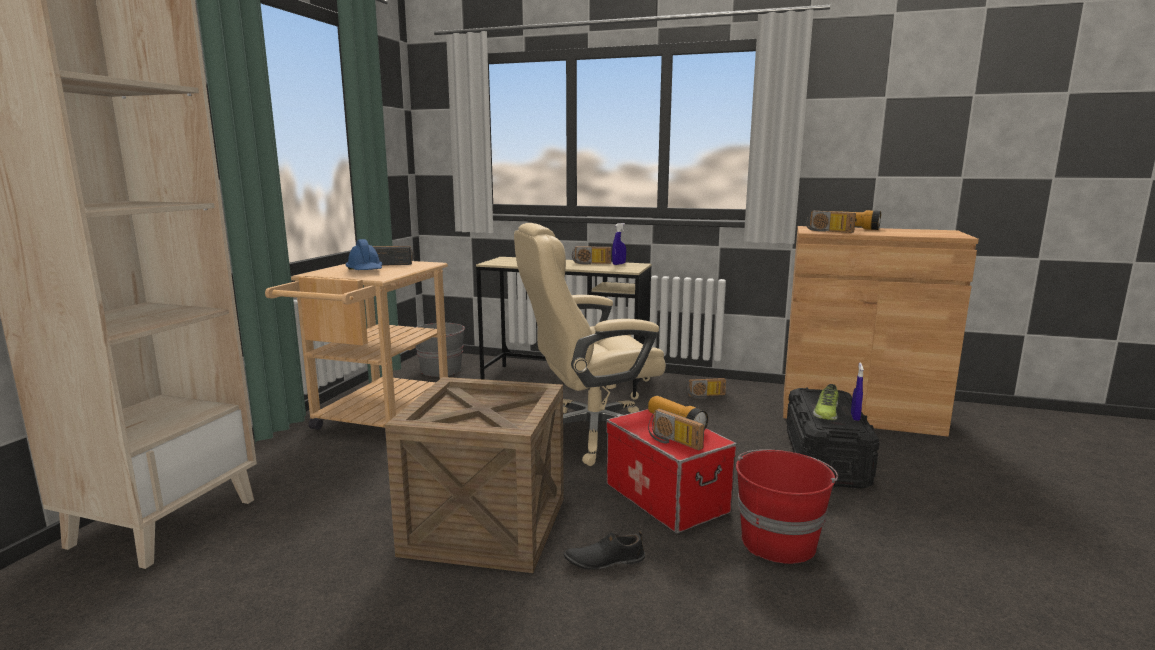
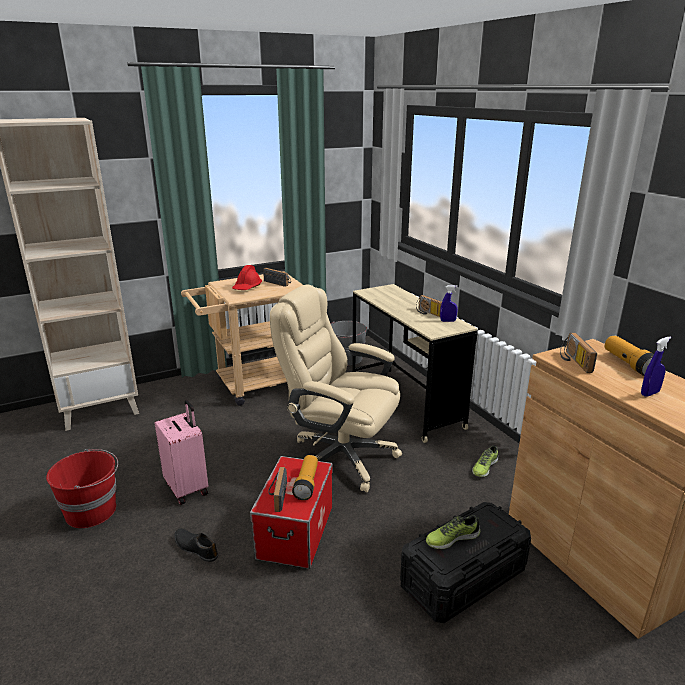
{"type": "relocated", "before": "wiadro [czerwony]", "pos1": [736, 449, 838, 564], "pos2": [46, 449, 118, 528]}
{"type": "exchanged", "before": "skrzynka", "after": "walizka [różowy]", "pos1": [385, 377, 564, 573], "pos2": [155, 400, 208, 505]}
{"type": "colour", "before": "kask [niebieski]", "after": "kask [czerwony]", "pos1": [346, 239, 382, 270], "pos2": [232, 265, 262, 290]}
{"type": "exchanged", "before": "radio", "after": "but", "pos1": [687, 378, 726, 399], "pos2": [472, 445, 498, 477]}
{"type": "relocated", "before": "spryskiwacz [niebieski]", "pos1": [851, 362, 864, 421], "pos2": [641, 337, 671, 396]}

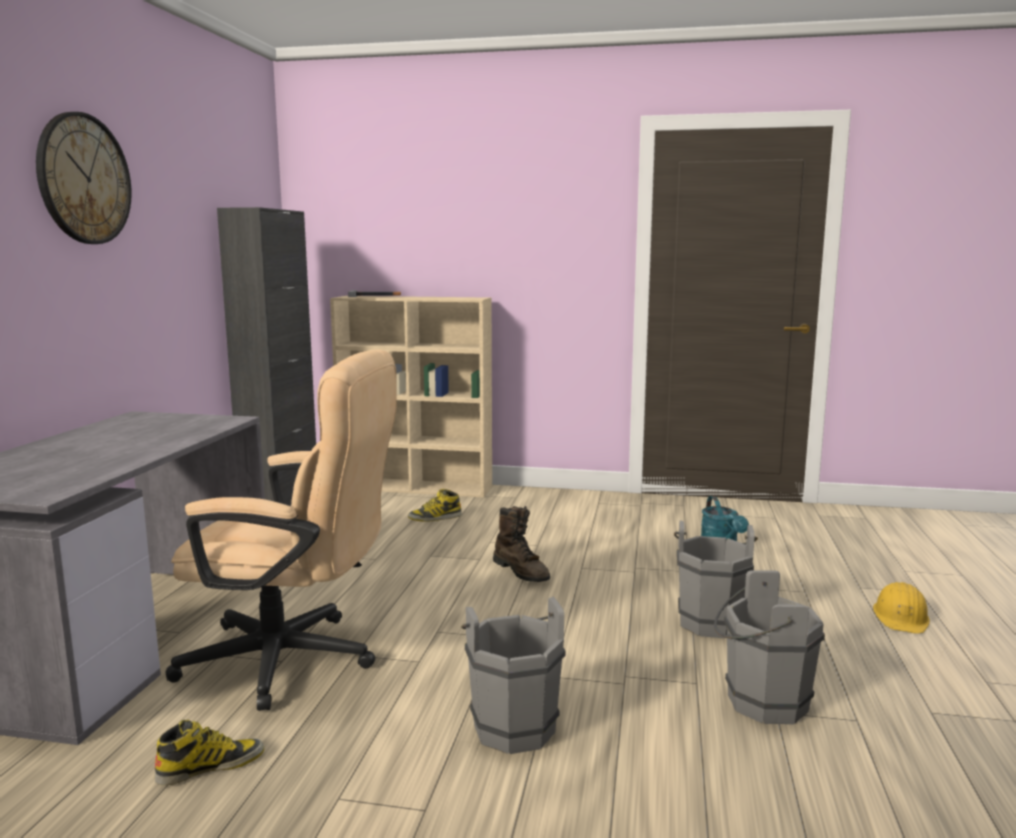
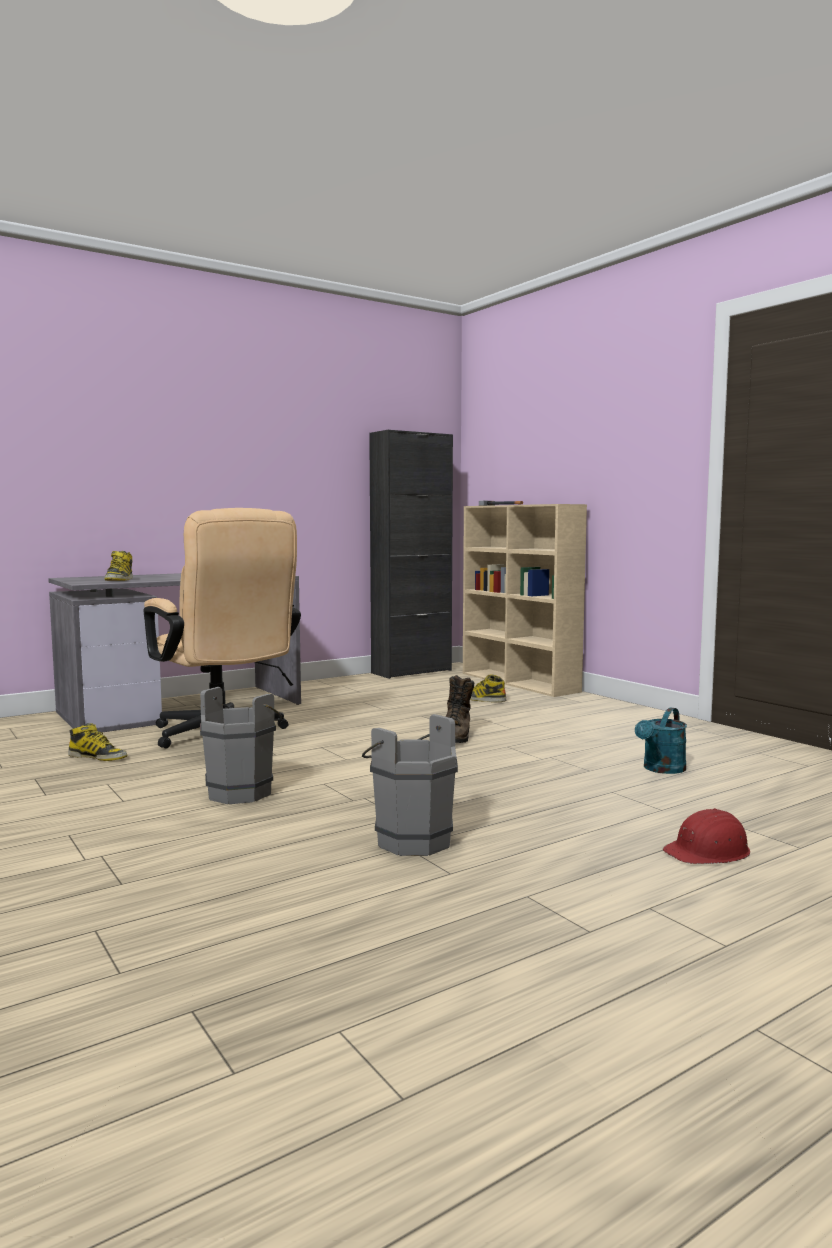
{"type": "appeared", "after": "but z cholewką", "pos2": [105, 551, 133, 581]}
{"type": "colour", "before": "kask [żółty]", "after": "kask [czerwony]", "pos1": [873, 582, 930, 634], "pos2": [663, 808, 750, 864]}
{"type": "missing", "before": "zegar ścienny", "pos1": [36, 112, 132, 244]}
{"type": "missing", "before": "wiadro [szary]", "pos1": [674, 521, 758, 638]}

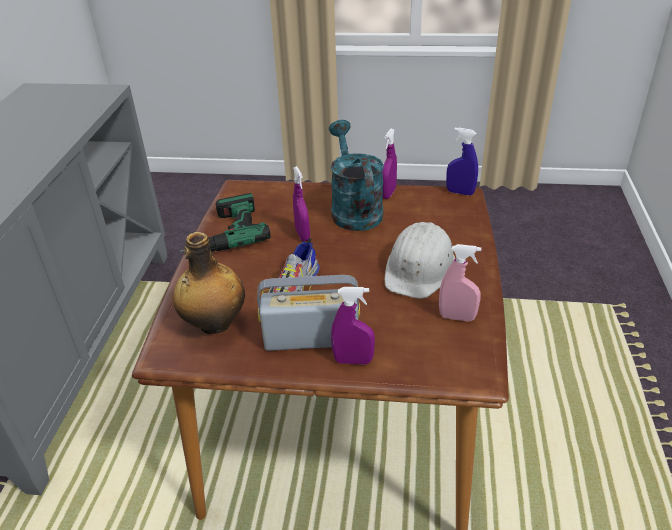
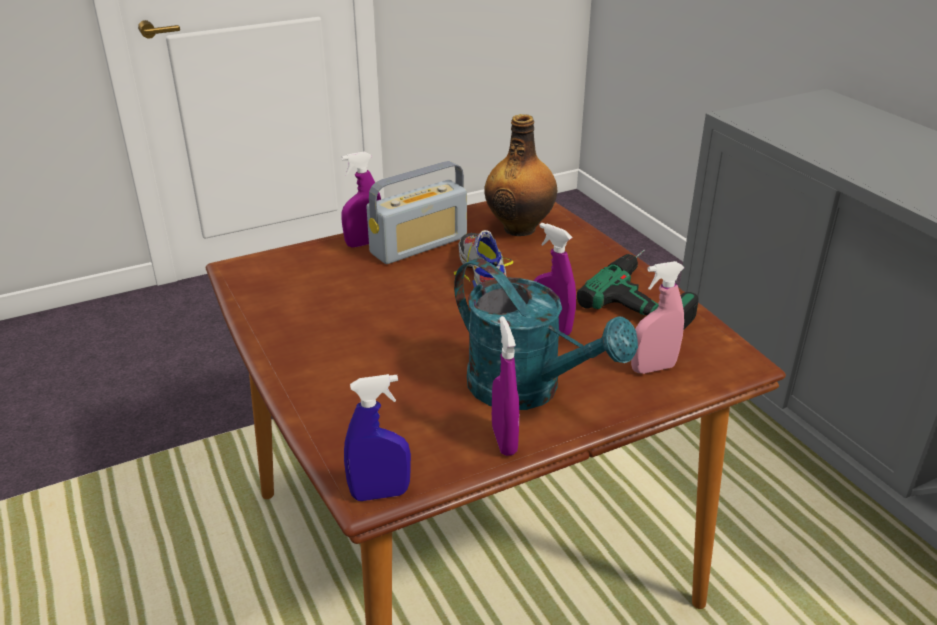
{"type": "relocated", "before": "spryskiwacz [różowy]", "pos1": [439, 244, 482, 322], "pos2": [631, 261, 685, 374]}
{"type": "missing", "before": "kask [biały]", "pos1": [385, 222, 455, 299]}

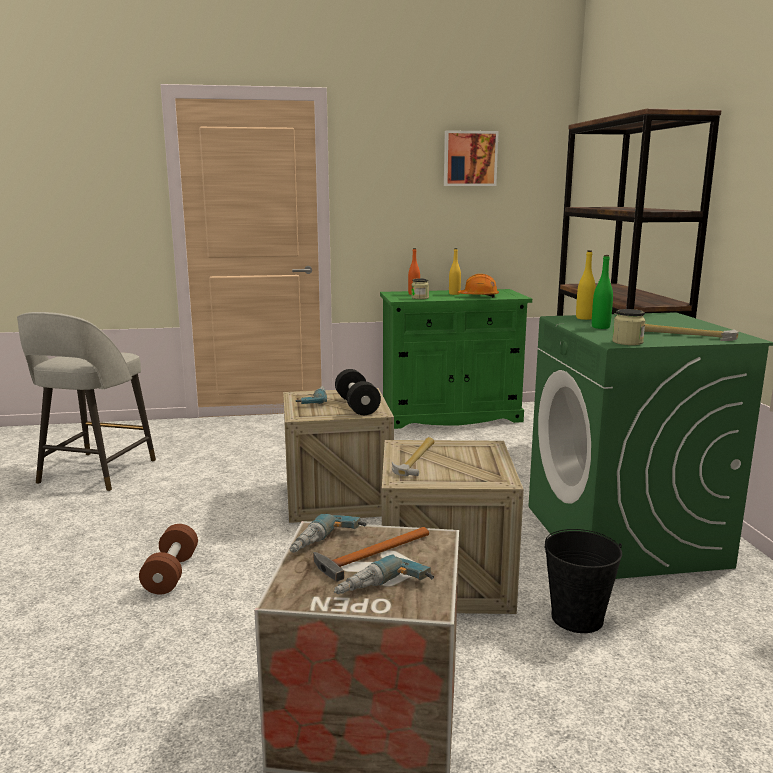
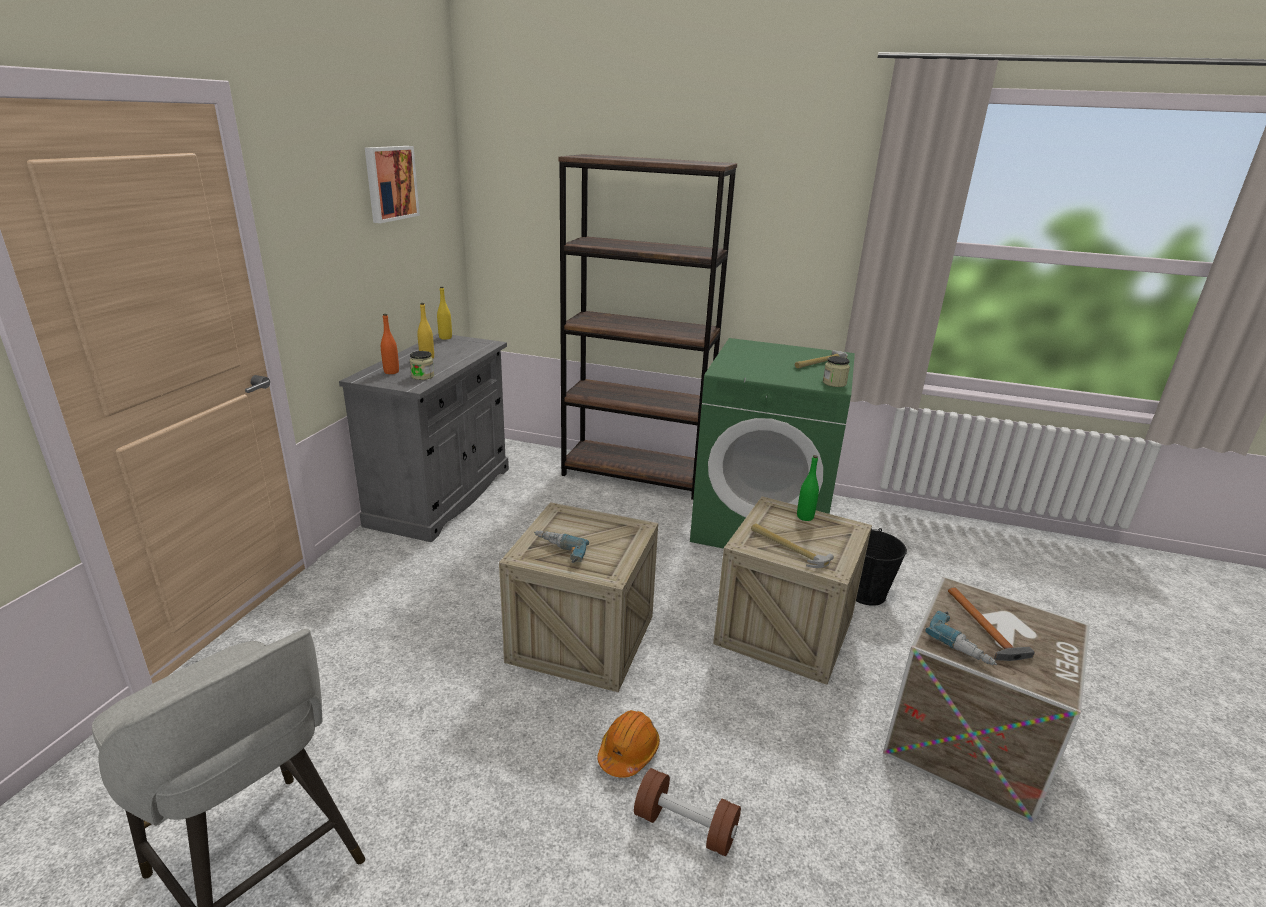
{"type": "colour", "before": "szafka [zielony]", "after": "szafka [szary]", "pos1": [380, 289, 532, 429], "pos2": [339, 333, 509, 542]}
{"type": "relocated", "before": "butelka [żółty]", "pos1": [576, 250, 596, 320], "pos2": [437, 287, 452, 340]}
{"type": "relocated", "before": "kask [pomarańczowy]", "pos1": [458, 274, 499, 298], "pos2": [597, 710, 660, 778]}
{"type": "relocated", "before": "butelka [zielony]", "pos1": [592, 255, 613, 329], "pos2": [797, 455, 819, 521]}
{"type": "missing", "before": "wiertarka", "pos1": [334, 555, 434, 594]}
{"type": "missing", "before": "hantel [czarny]", "pos1": [335, 369, 381, 415]}

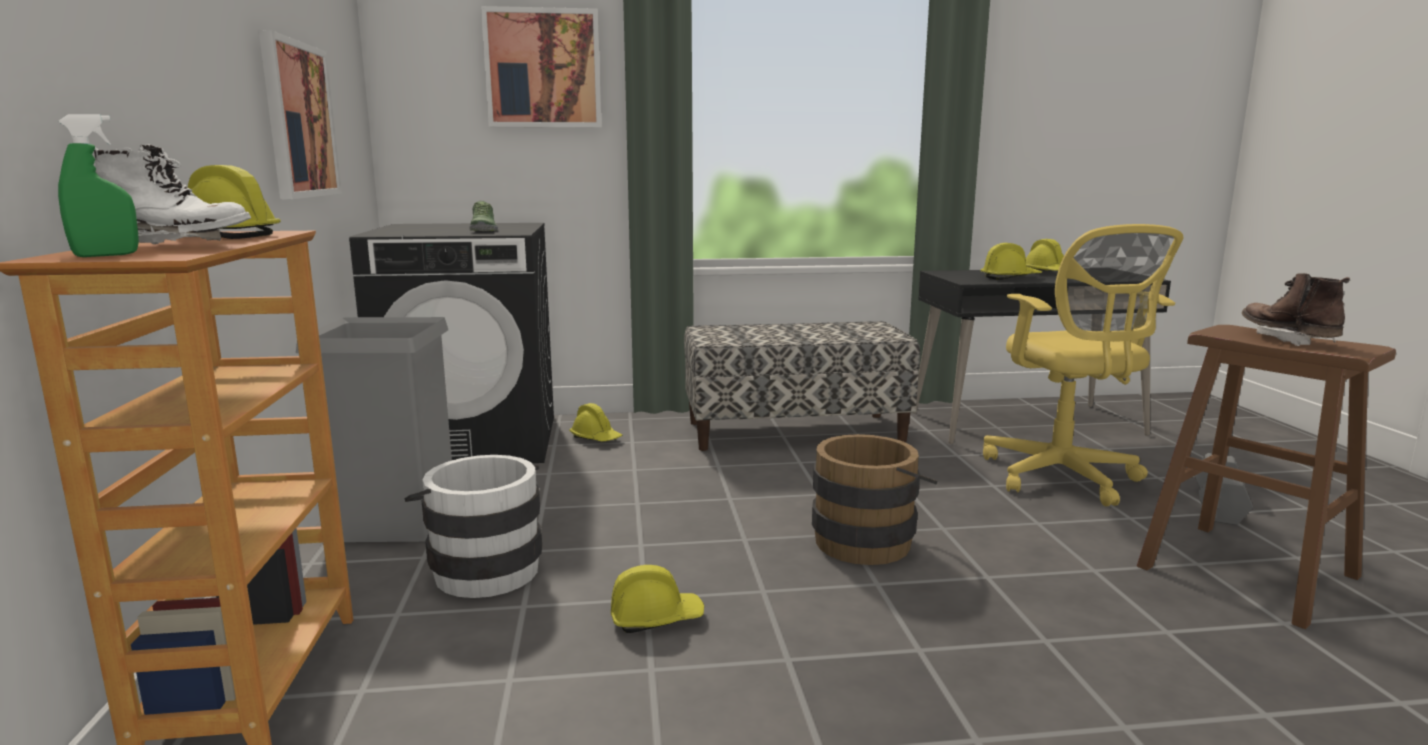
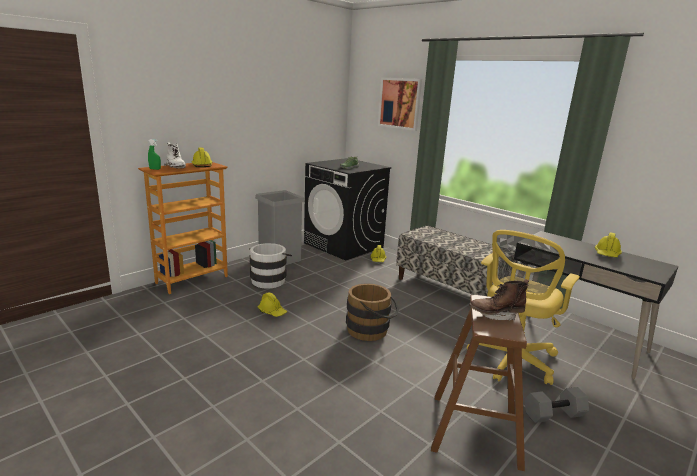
{"type": "spun", "before": "but z cholewką [brązowy]", "pos1": [1242, 273, 1350, 346], "pos2": [469, 279, 529, 320], "turn": -135}
{"type": "missing", "before": "obraz", "pos1": [259, 30, 342, 199]}
{"type": "missing", "before": "kask [żółty]", "pos1": [981, 243, 1042, 280]}

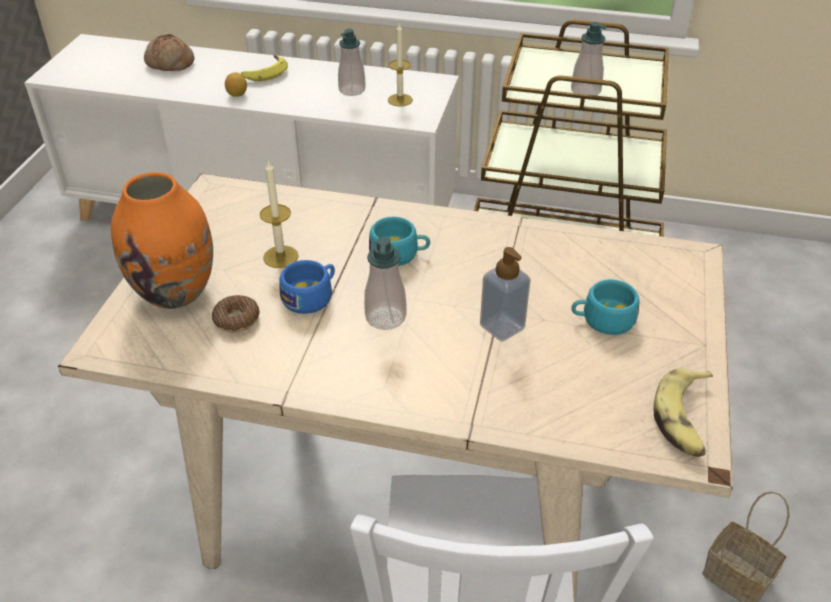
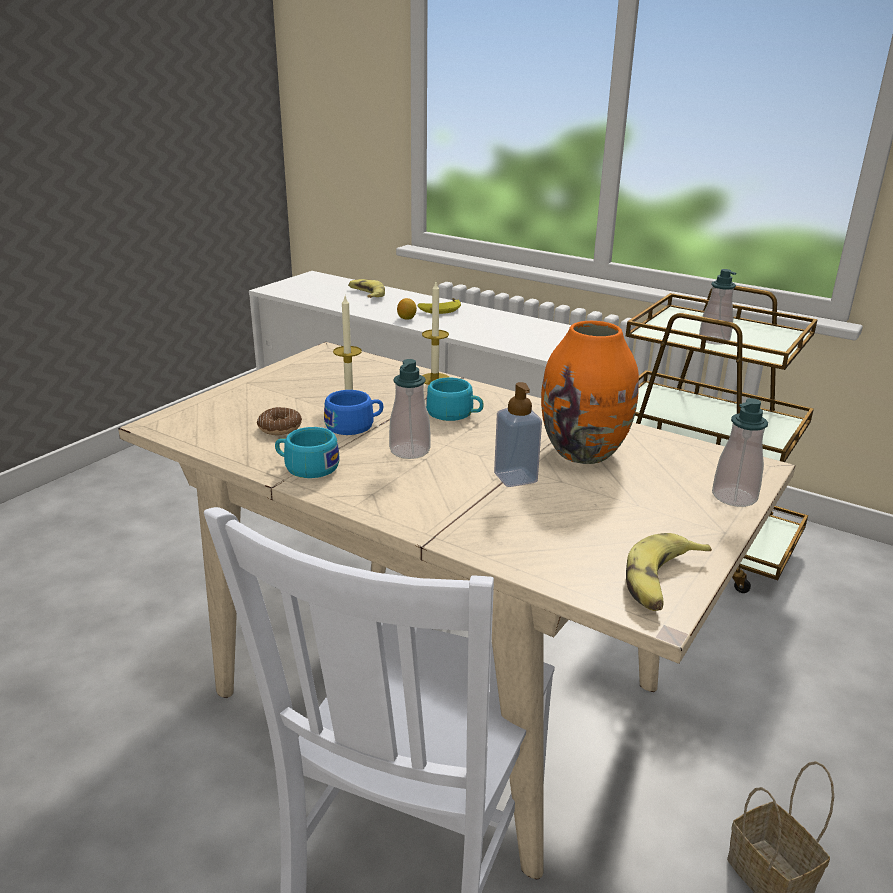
{"type": "relocated", "before": "filiżanka [turkusowy]", "pos1": [571, 279, 640, 335], "pos2": [275, 427, 340, 478]}
{"type": "exchanged", "before": "chleb", "after": "banan", "pos1": [144, 34, 194, 71], "pos2": [348, 279, 385, 298]}
{"type": "relocated", "before": "świeca", "pos1": [388, 24, 413, 107], "pos2": [422, 282, 450, 385]}
{"type": "relocated", "before": "wazon [pomarańczowy]", "pos1": [111, 172, 213, 309], "pos2": [541, 321, 639, 464]}
{"type": "relocated", "before": "dozownik mydła", "pos1": [338, 29, 366, 96], "pos2": [712, 398, 768, 507]}

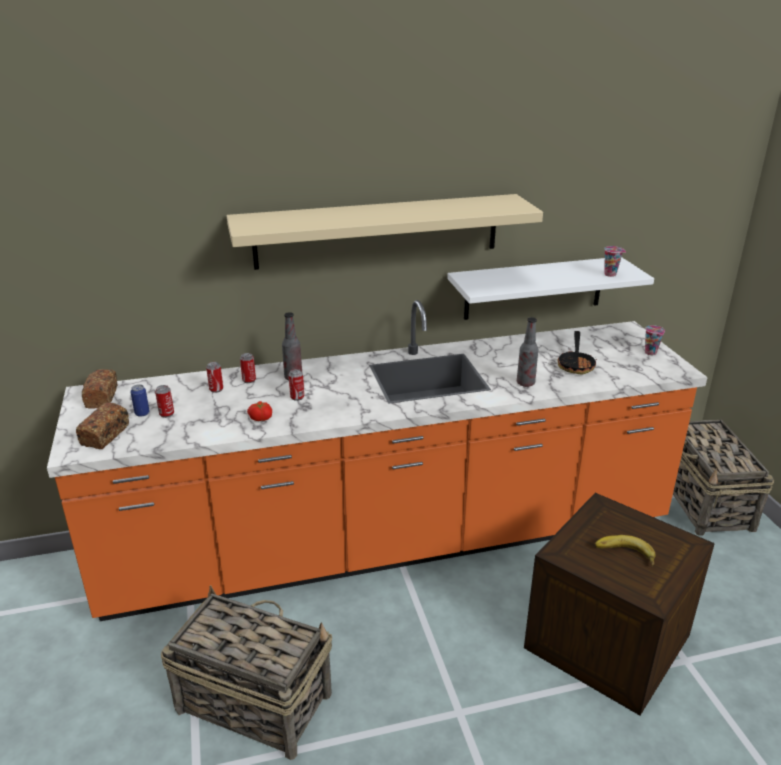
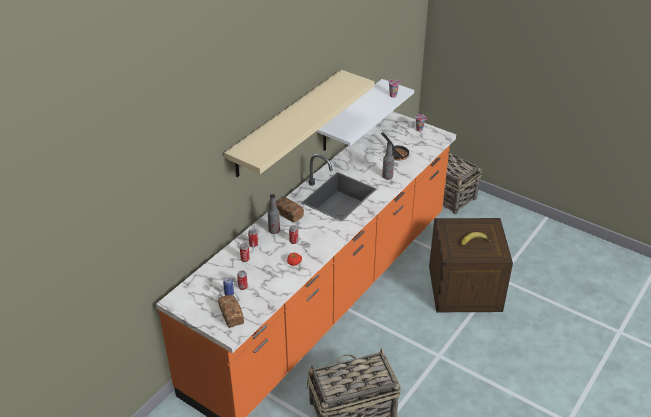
{"type": "relocated", "before": "chleb", "pos1": [82, 369, 117, 409], "pos2": [276, 197, 304, 222]}

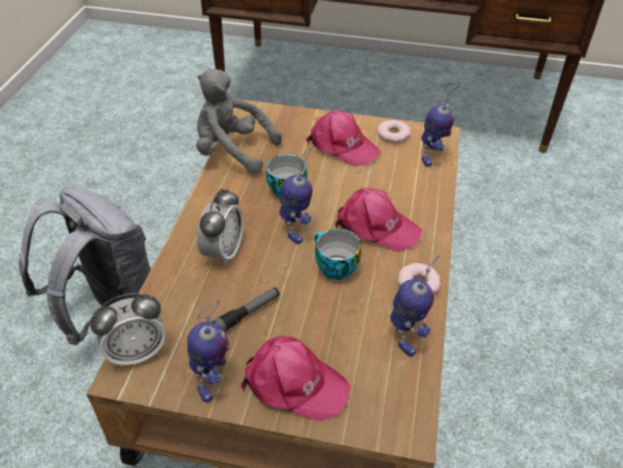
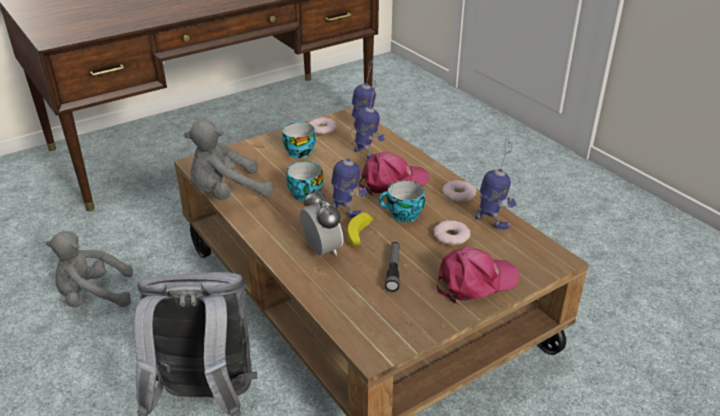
{"type": "appeared", "after": "pluszak [szary]", "pos2": [46, 231, 133, 308]}
{"type": "exchanged", "before": "czapka z daszkiem [różowy]", "after": "filiżanka", "pos1": [306, 110, 381, 166], "pos2": [282, 122, 316, 158]}
{"type": "appeared", "after": "banan", "pos2": [348, 213, 376, 247]}
{"type": "relocated", "before": "robot zabawkowy", "pos1": [187, 301, 229, 403], "pos2": [354, 80, 385, 160]}
{"type": "appeared", "after": "donut", "pos2": [434, 220, 470, 245]}
{"type": "missing", "before": "budzik", "pos1": [90, 293, 166, 367]}

